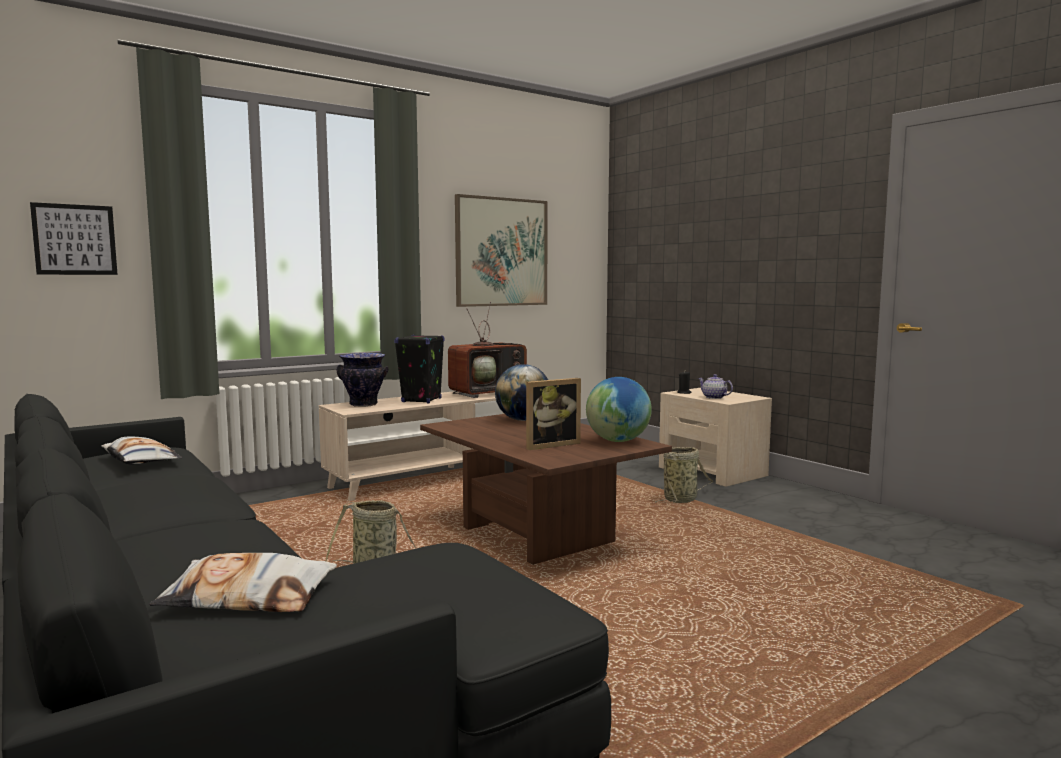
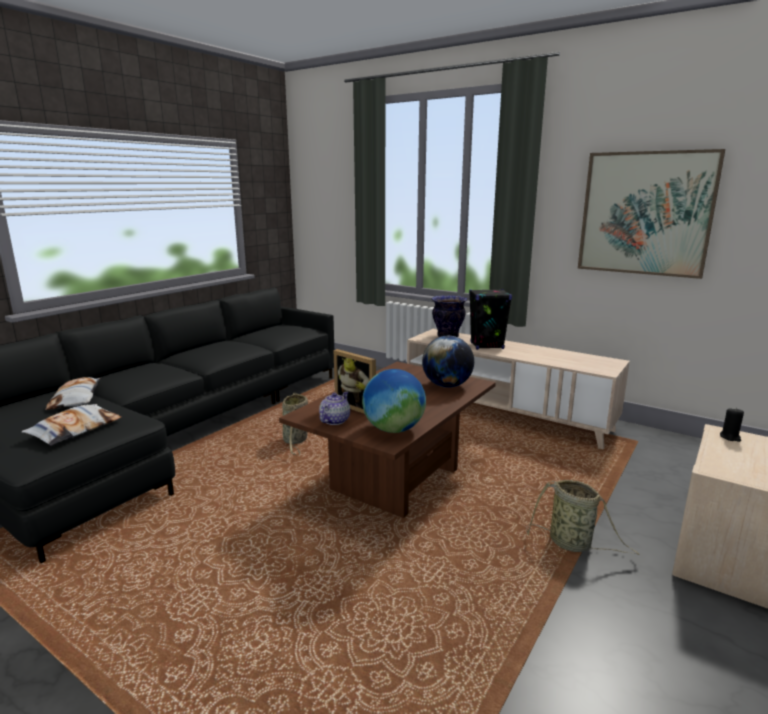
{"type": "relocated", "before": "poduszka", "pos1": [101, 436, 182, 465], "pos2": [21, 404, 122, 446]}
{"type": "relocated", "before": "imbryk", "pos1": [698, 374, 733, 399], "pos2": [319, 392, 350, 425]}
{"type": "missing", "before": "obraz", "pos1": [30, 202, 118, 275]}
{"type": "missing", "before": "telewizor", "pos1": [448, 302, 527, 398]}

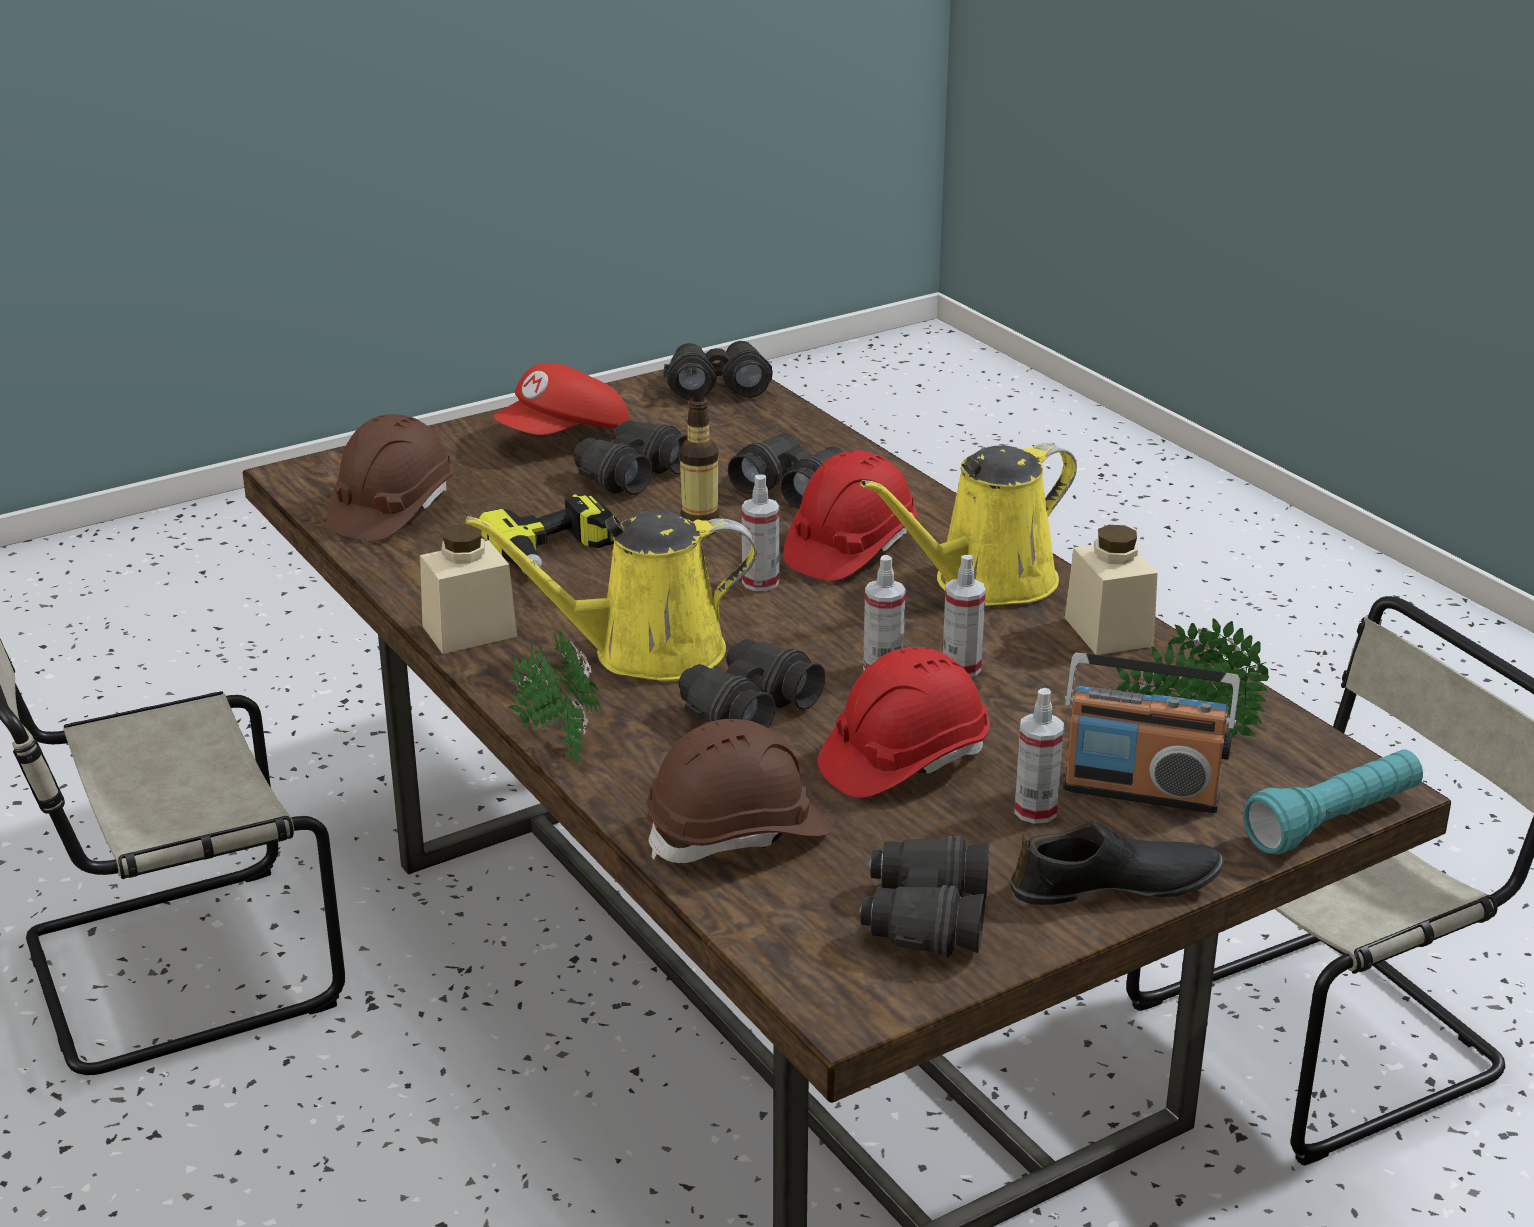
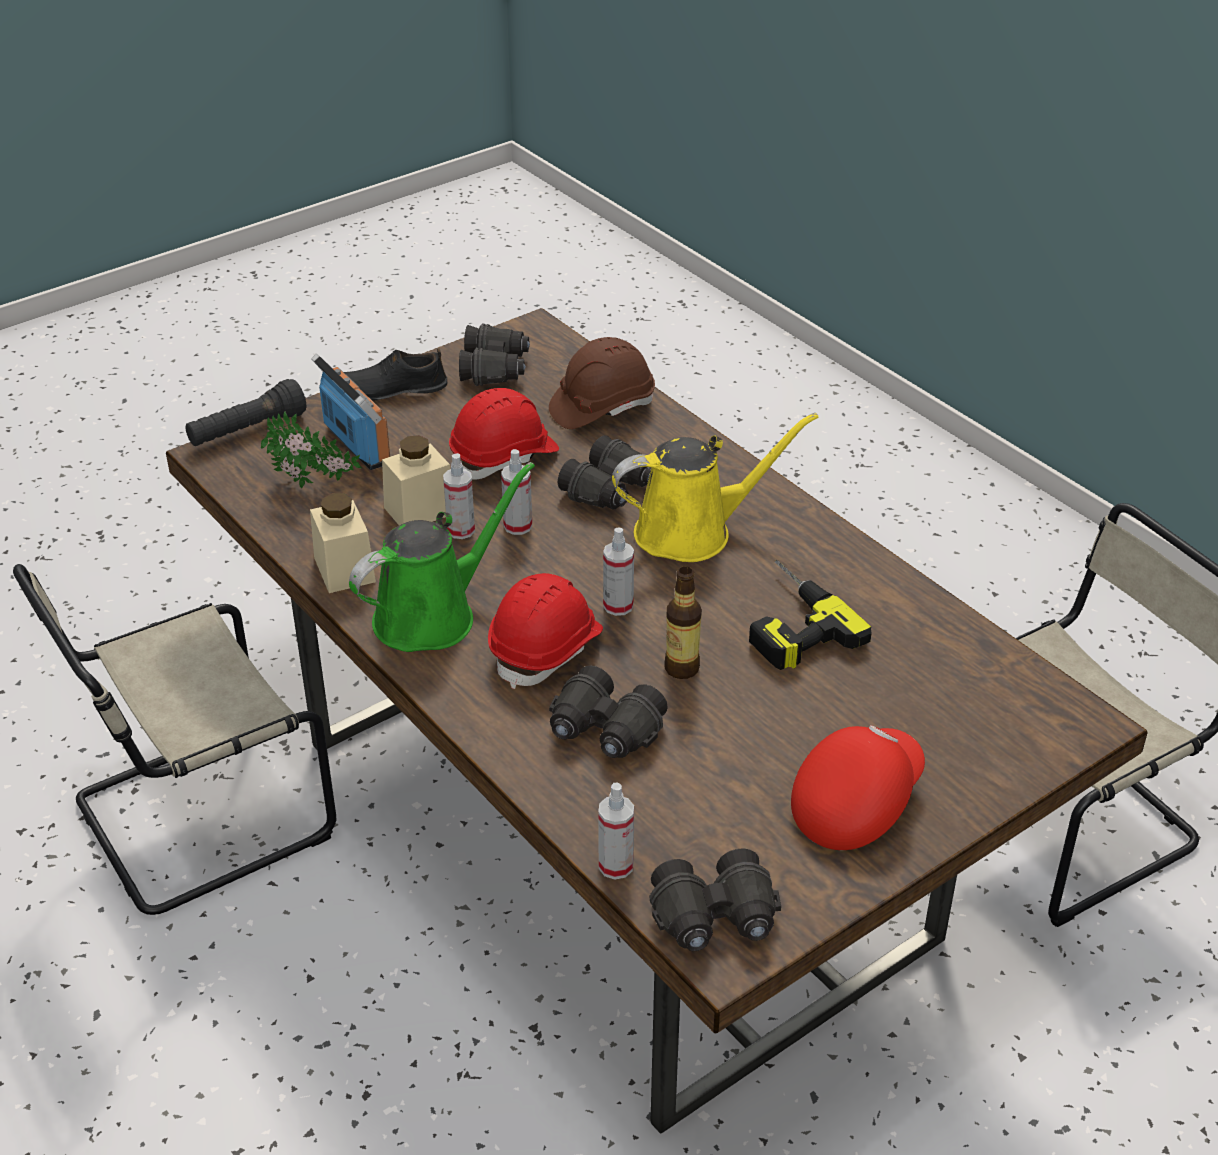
{"type": "colour", "before": "latarka [turkusowy]", "after": "latarka [czarny]", "pos1": [1243, 749, 1423, 855], "pos2": [186, 379, 306, 446]}
{"type": "spun", "before": "radio", "pos1": [1063, 653, 1240, 813], "pos2": [312, 354, 390, 470], "turn": 45}
{"type": "colour", "before": "konewka [żółty]", "after": "konewka [zielony]", "pos1": [860, 443, 1077, 606], "pos2": [349, 462, 535, 652]}
{"type": "relocated", "before": "słoik [beżowy]", "pos1": [420, 524, 518, 654], "pos2": [382, 435, 450, 526]}
{"type": "relocated", "before": "spryskiwacz", "pos1": [1014, 688, 1064, 824], "pos2": [598, 782, 634, 880]}
{"type": "missing", "before": "kask [brązowy]", "pos1": [327, 414, 454, 541]}
{"type": "missing", "before": "roślina doniczkowa", "pos1": [508, 630, 601, 764]}
{"type": "missing", "before": "lornetka [czarny]", "pos1": [573, 420, 687, 495]}

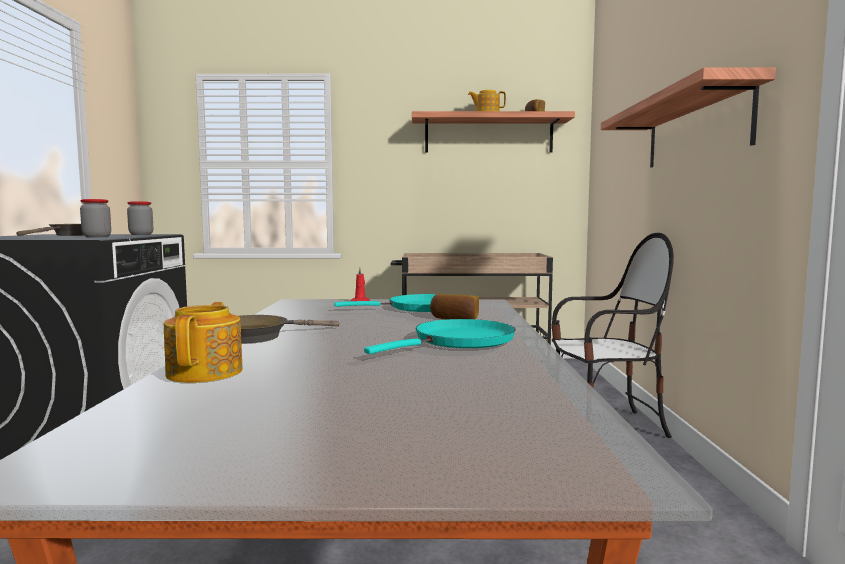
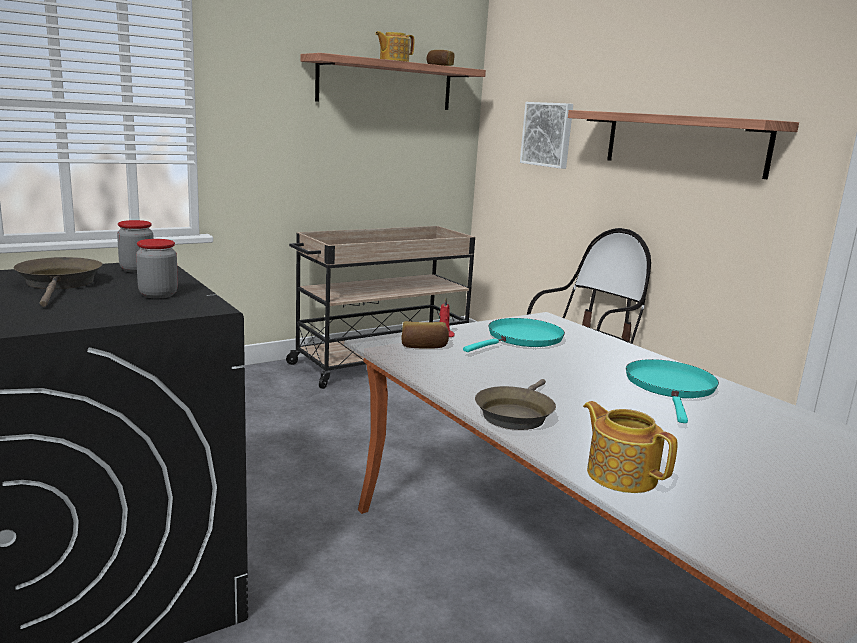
{"type": "relocated", "before": "chleb", "pos1": [430, 293, 479, 319], "pos2": [401, 321, 449, 349]}
{"type": "appeared", "after": "obraz", "pos2": [520, 102, 573, 169]}

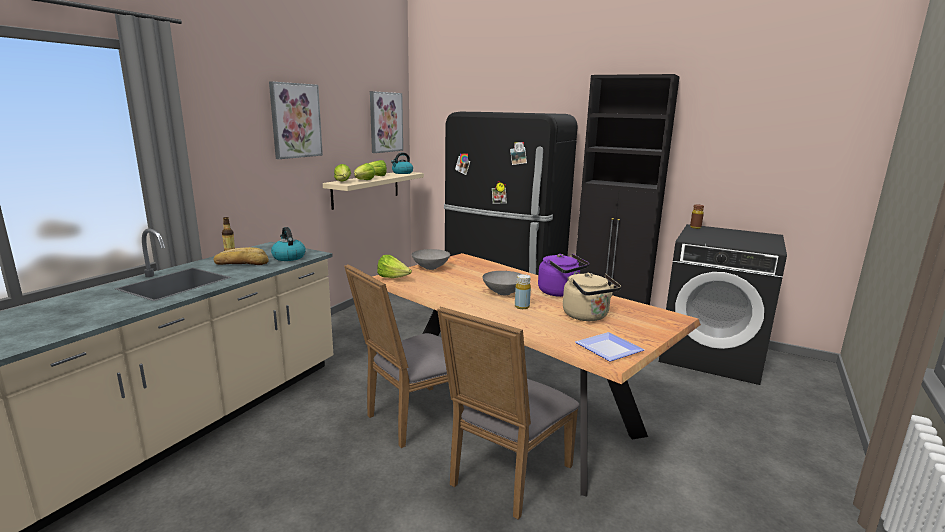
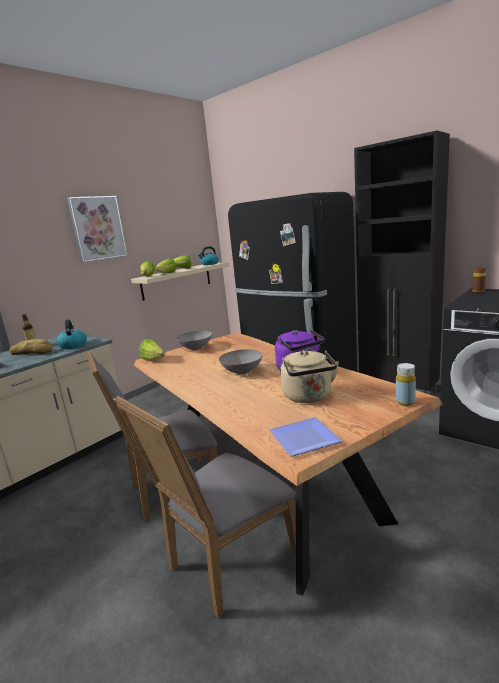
{"type": "relocated", "before": "butelka [żółty]", "pos1": [515, 274, 531, 309], "pos2": [396, 363, 416, 406]}
{"type": "missing", "before": "obraz", "pos1": [370, 91, 403, 153]}

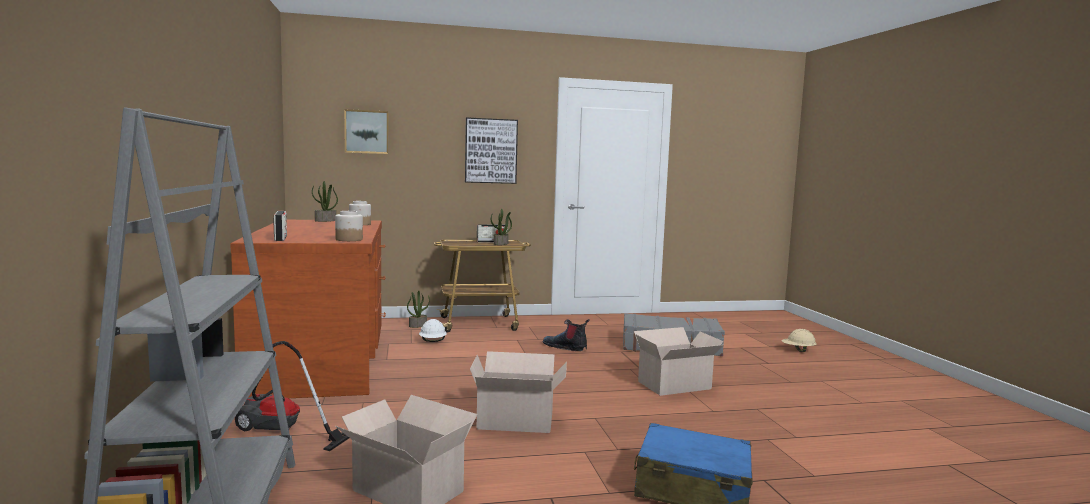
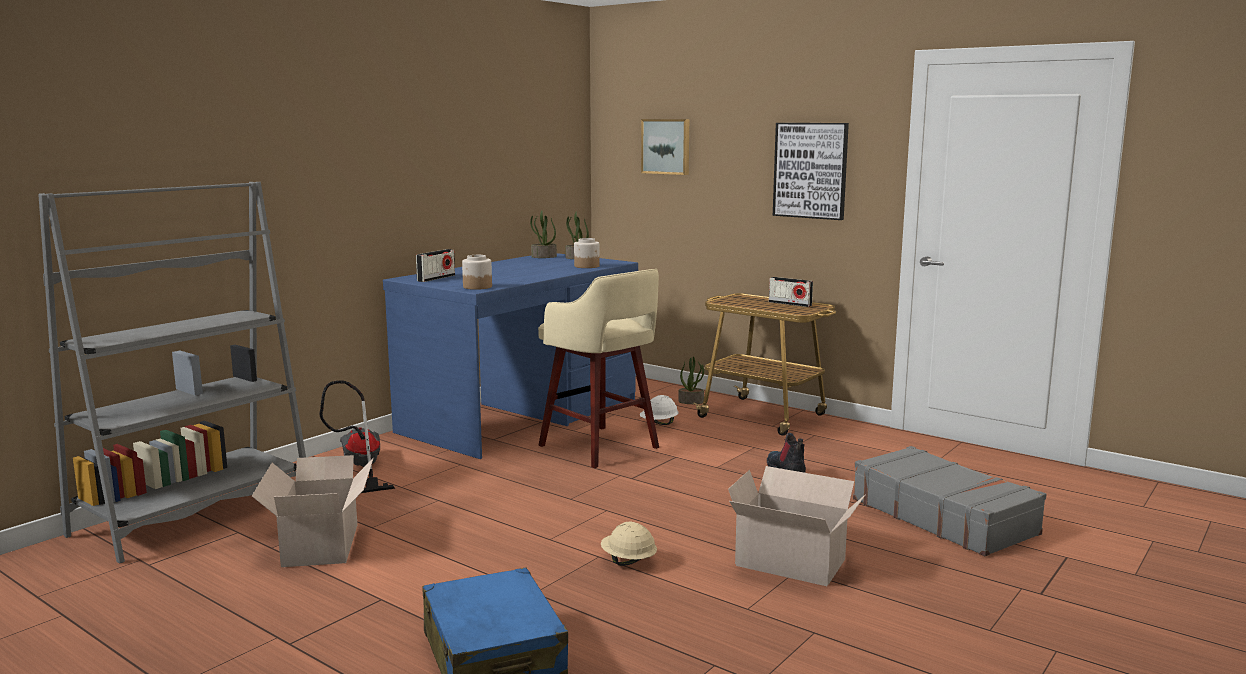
{"type": "colour", "before": "biurko [brązowy]", "after": "biurko [niebieski]", "pos1": [230, 220, 386, 399], "pos2": [383, 253, 638, 459]}
{"type": "relocated", "before": "roślina doniczkowa", "pos1": [491, 209, 512, 245], "pos2": [530, 211, 557, 258]}
{"type": "appeared", "after": "stołek [beżowy]", "pos2": [538, 269, 659, 468]}
{"type": "relocated", "before": "kask [beżowy]", "pos1": [782, 329, 817, 352], "pos2": [601, 522, 657, 566]}
{"type": "missing", "before": "karton", "pos1": [470, 351, 567, 433]}

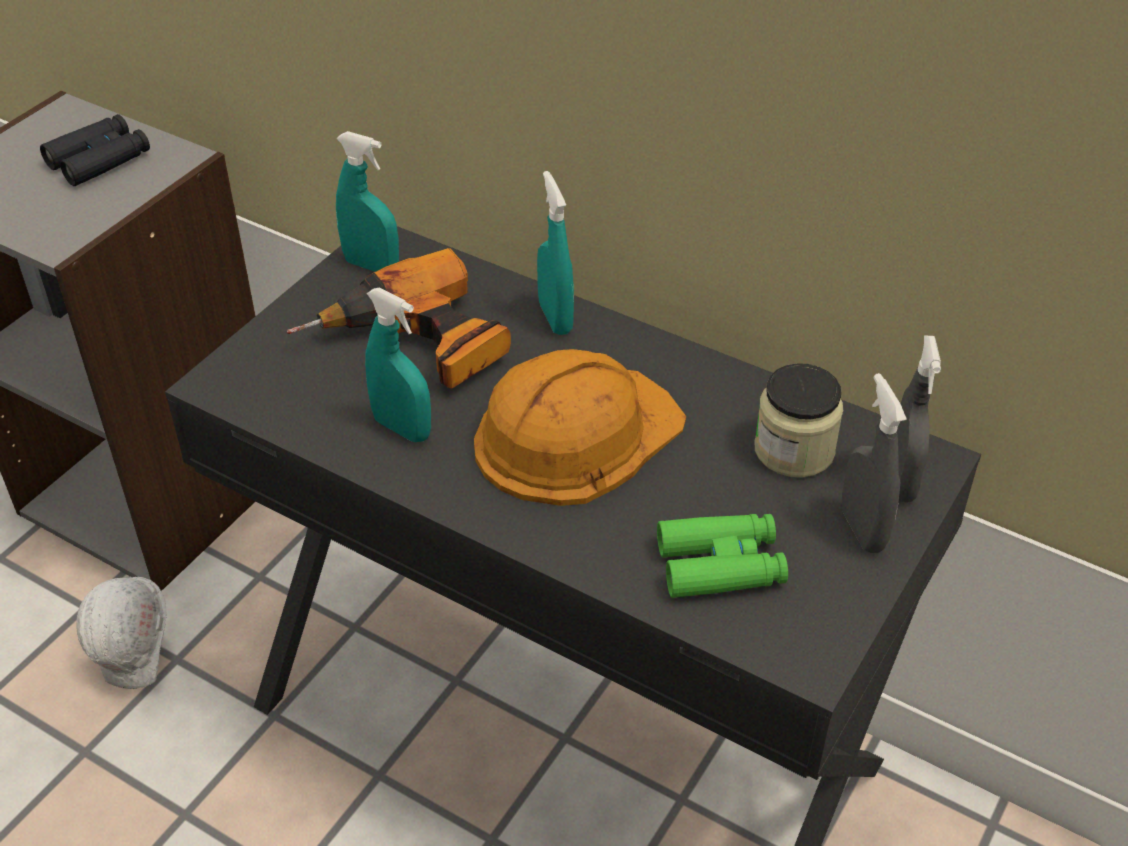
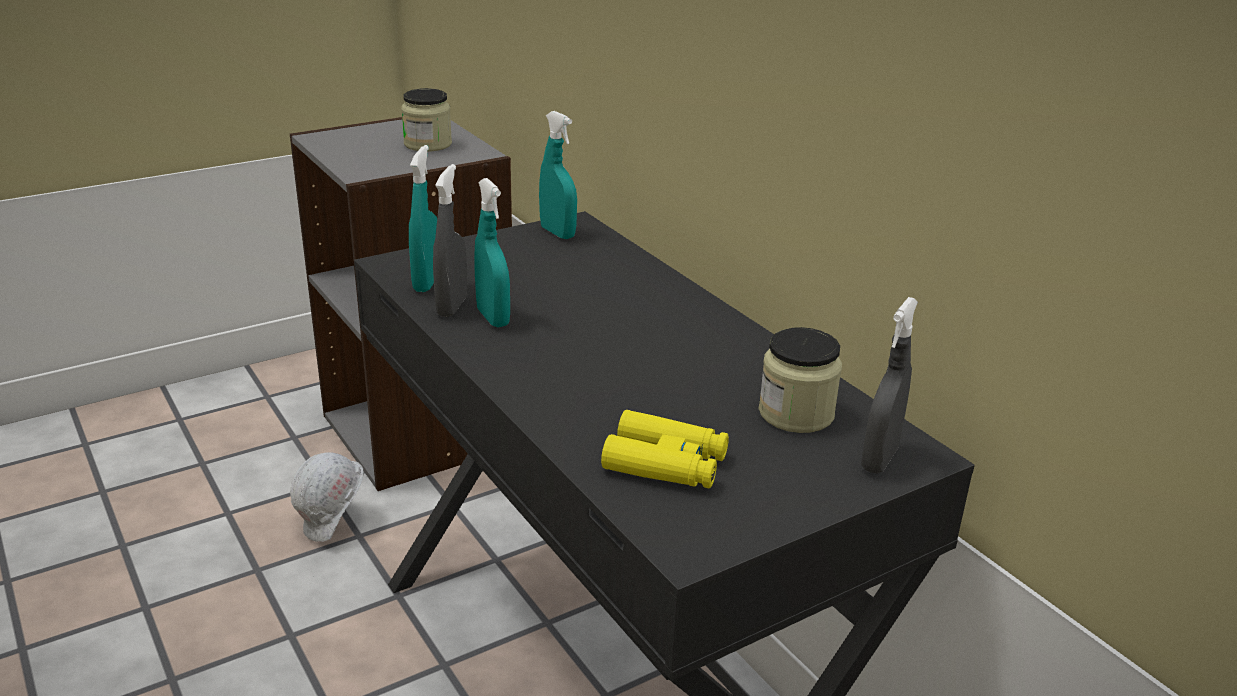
{"type": "exchanged", "before": "lornetka [czarny]", "after": "słoik", "pos1": [40, 114, 150, 186], "pos2": [401, 88, 452, 152]}
{"type": "relocated", "before": "spryskiwacz [turkusowy]", "pos1": [537, 171, 574, 335], "pos2": [409, 145, 437, 292]}
{"type": "relocated", "before": "spryskiwacz [szary]", "pos1": [842, 373, 907, 553], "pos2": [433, 164, 467, 317]}
{"type": "colour", "before": "lornetka [zielony]", "after": "lornetka [żółty]", "pos1": [657, 514, 788, 598], "pos2": [601, 410, 729, 488]}
{"type": "missing", "before": "wiertarka", "pos1": [286, 248, 511, 388]}
{"type": "missing", "before": "kask [pomarańczowy]", "pos1": [474, 349, 686, 506]}

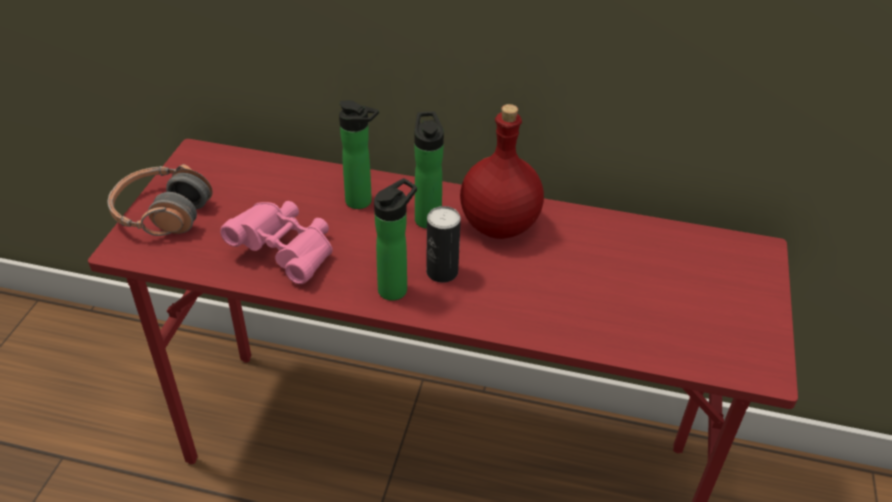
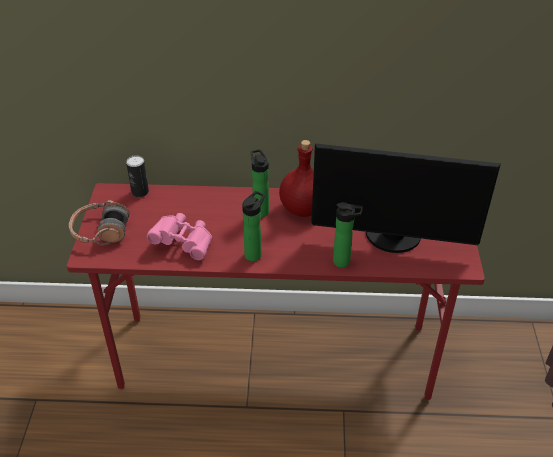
{"type": "relocated", "before": "puszka", "pos1": [426, 206, 461, 283], "pos2": [126, 155, 149, 197]}
{"type": "appeared", "after": "monitor", "pos2": [311, 143, 501, 253]}
{"type": "relocated", "before": "butelka", "pos1": [339, 100, 379, 209], "pos2": [333, 202, 363, 268]}

